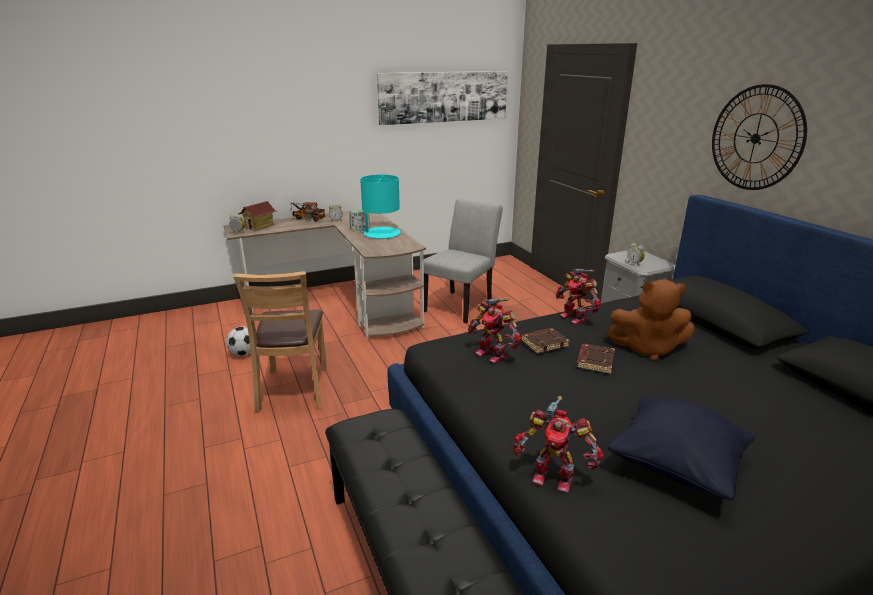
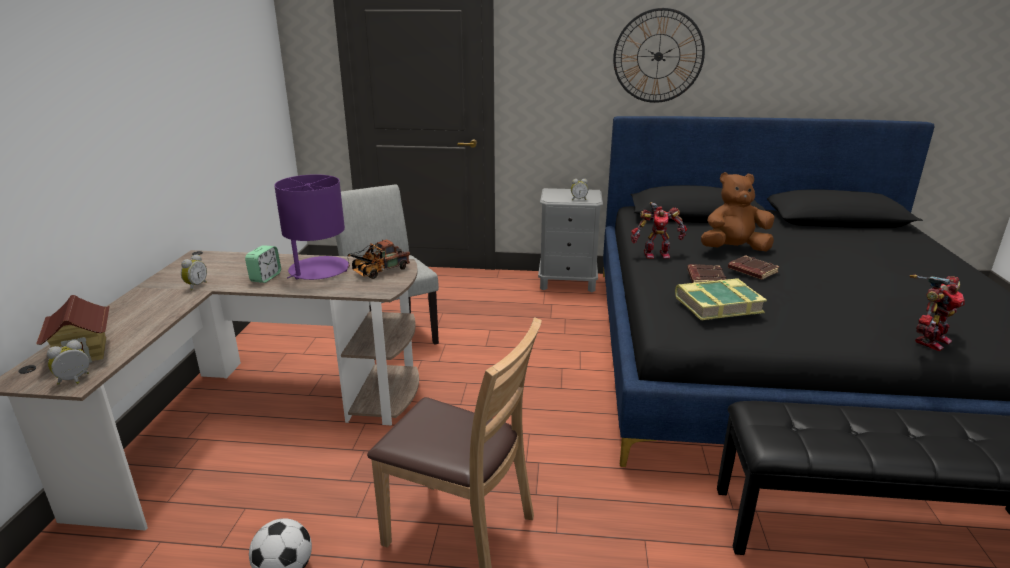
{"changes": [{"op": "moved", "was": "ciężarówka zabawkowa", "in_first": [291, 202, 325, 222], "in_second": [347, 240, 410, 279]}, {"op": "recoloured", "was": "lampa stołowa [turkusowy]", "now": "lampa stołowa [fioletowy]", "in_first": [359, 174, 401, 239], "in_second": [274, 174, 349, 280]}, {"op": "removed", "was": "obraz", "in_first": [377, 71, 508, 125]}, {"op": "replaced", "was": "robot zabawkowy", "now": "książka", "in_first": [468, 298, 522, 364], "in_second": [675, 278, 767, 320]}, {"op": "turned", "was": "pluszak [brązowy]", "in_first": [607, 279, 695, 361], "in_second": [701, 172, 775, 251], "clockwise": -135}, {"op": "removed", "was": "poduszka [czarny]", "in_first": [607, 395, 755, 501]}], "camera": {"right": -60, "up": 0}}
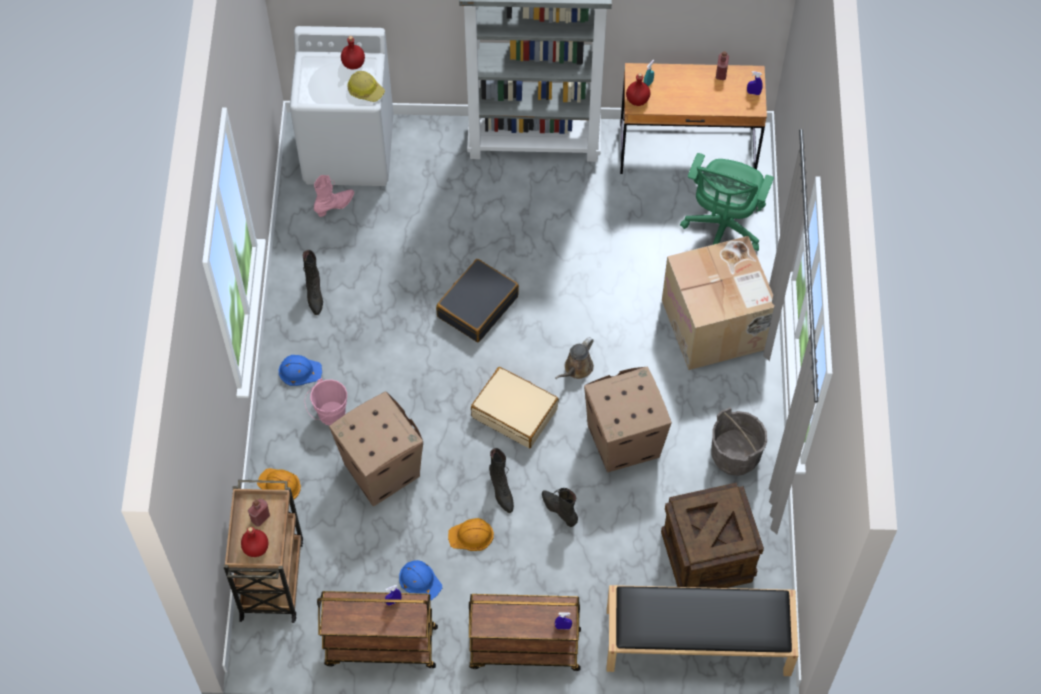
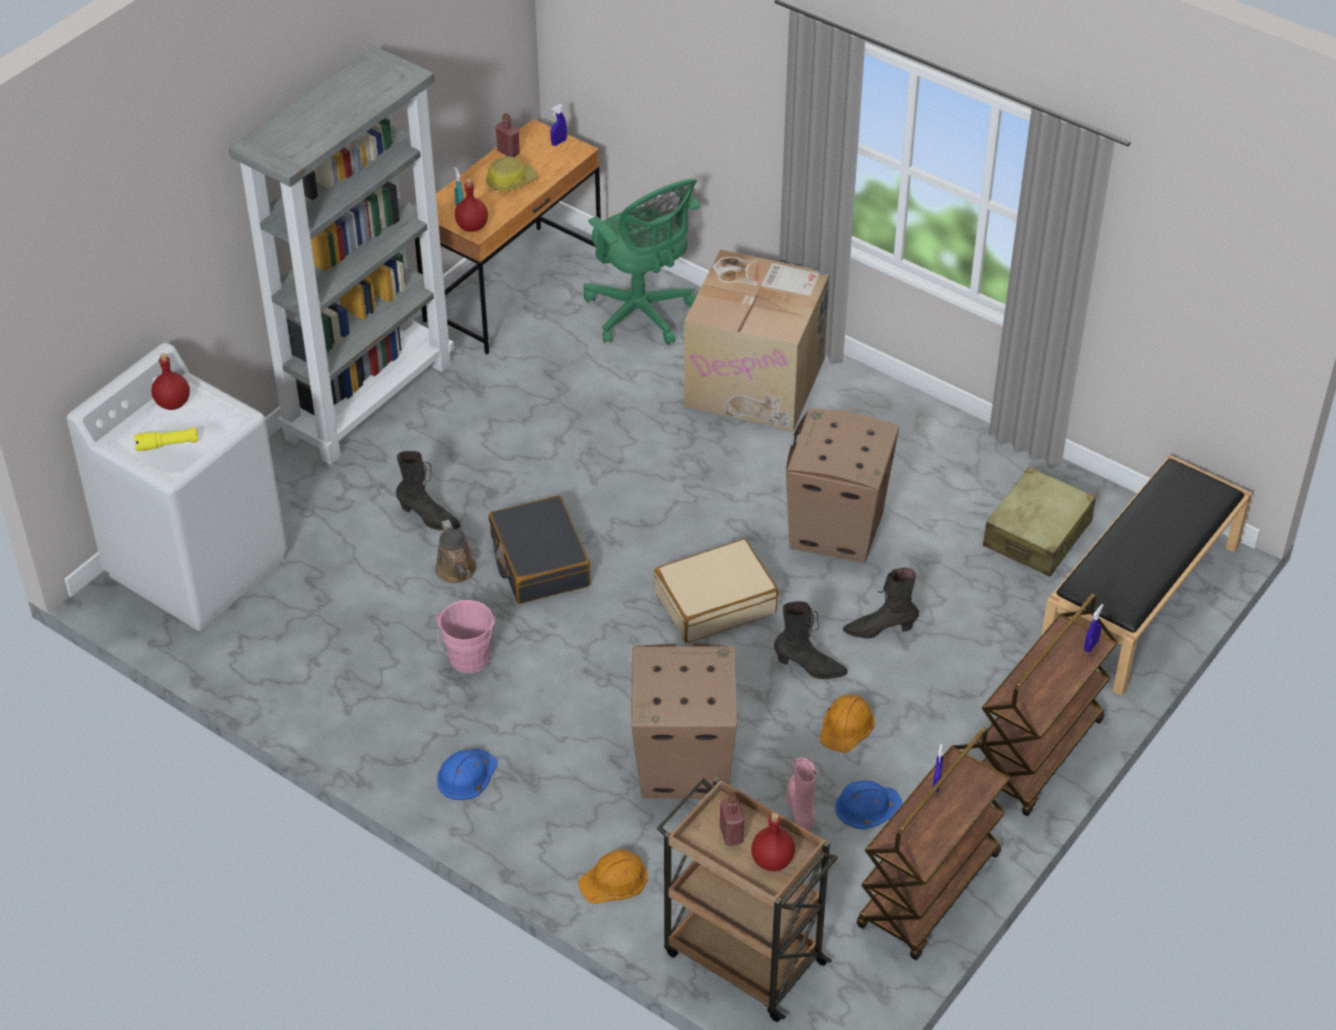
{"changes": [{"op": "moved", "was": "but z cholewką [czarny]", "in_first": [302, 250, 323, 315], "in_second": [396, 451, 461, 530]}, {"op": "moved", "was": "wiadro [różowy]", "in_first": [305, 378, 347, 426], "in_second": [436, 600, 495, 673]}, {"op": "moved", "was": "but z cholewką [różowy]", "in_first": [314, 175, 354, 217], "in_second": [786, 757, 817, 831]}, {"op": "moved", "was": "kask", "in_first": [347, 71, 385, 102], "in_second": [486, 156, 537, 191]}, {"op": "moved", "was": "konewka [brązowy]", "in_first": [555, 337, 594, 379], "in_second": [435, 520, 477, 583]}, {"op": "replaced", "was": "skrzynka", "now": "walizka [beżowy]", "in_first": [661, 483, 764, 588], "in_second": [983, 467, 1096, 577]}, {"op": "removed", "was": "wiadro [szary]", "in_first": [711, 407, 767, 476]}, {"op": "added", "now": "latarka [żółty]", "in_second": [134, 428, 198, 451]}], "camera": {"right": -55, "up": -15}}
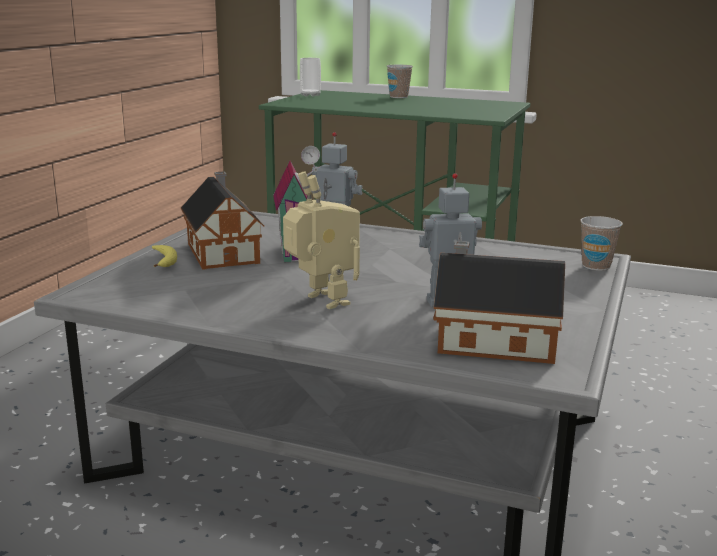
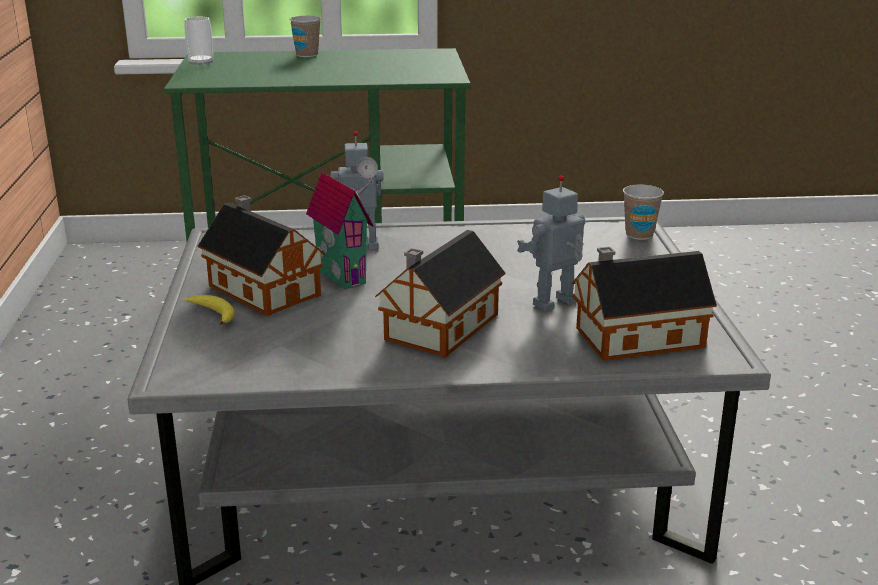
{"changes": [{"op": "replaced", "was": "robot zabawkowy", "now": "domek", "in_first": [283, 171, 360, 309], "in_second": [375, 230, 505, 357]}], "camera": {"right": -25, "up": 5}}
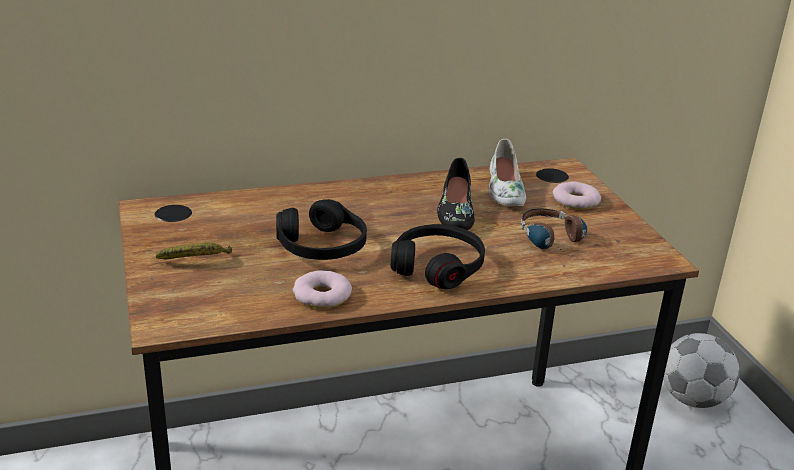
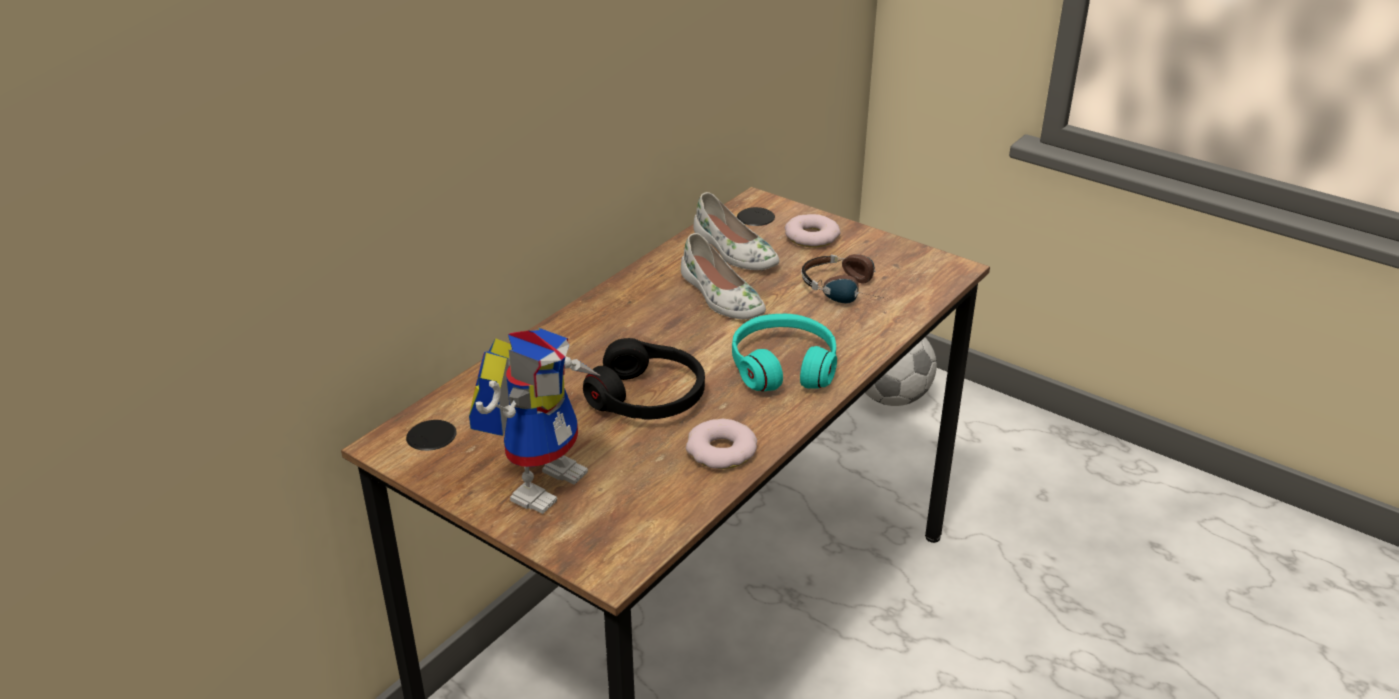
{"changes": [{"op": "replaced", "was": "banan", "now": "robot zabawkowy", "in_first": [156, 243, 232, 259], "in_second": [469, 328, 601, 514]}, {"op": "recoloured", "was": "słuchawki [czarny]", "now": "słuchawki [turkusowy]", "in_first": [391, 224, 485, 289], "in_second": [732, 314, 837, 392]}, {"op": "recoloured", "was": "but [czarny]", "now": "but [biały]", "in_first": [437, 158, 475, 230], "in_second": [681, 233, 766, 319]}], "camera": {"right": -35, "up": 5}}
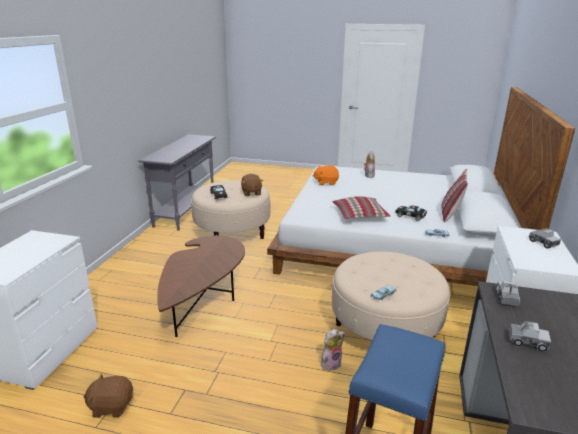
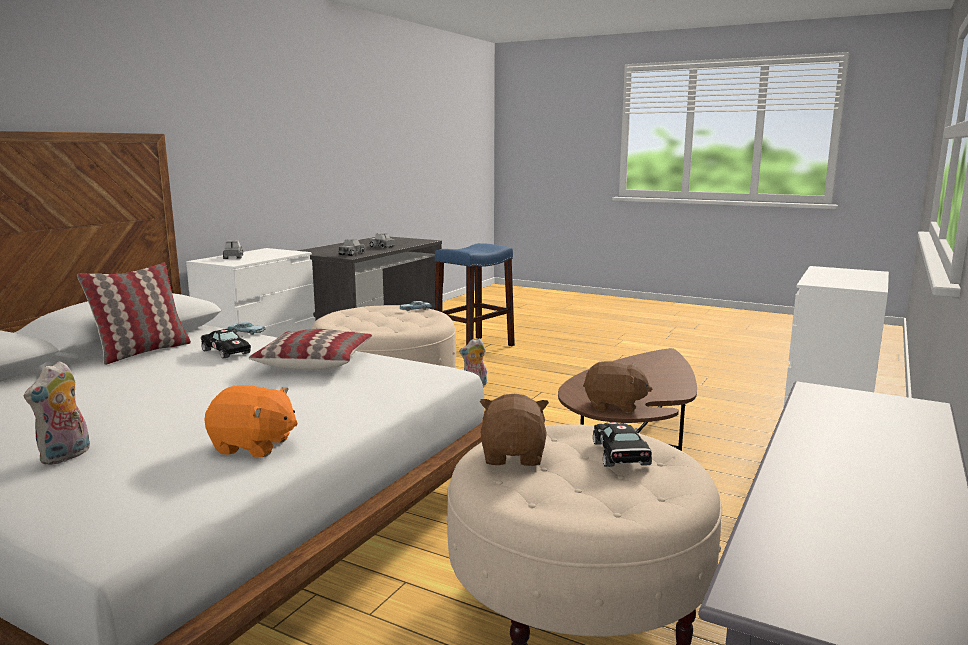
{"changes": [{"op": "moved", "was": "pluszak [brązowy]", "in_first": [83, 374, 133, 418], "in_second": [583, 361, 652, 413]}], "camera": {"right": -165, "up": -10}}
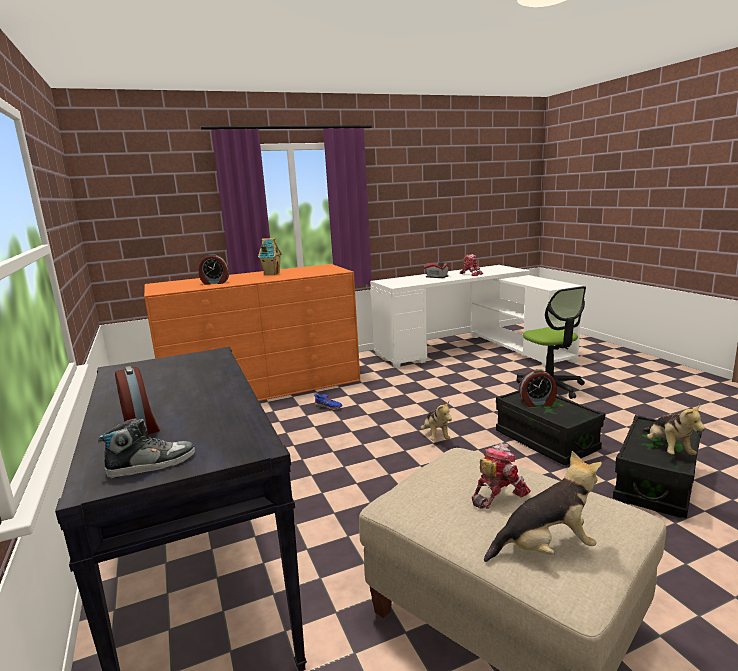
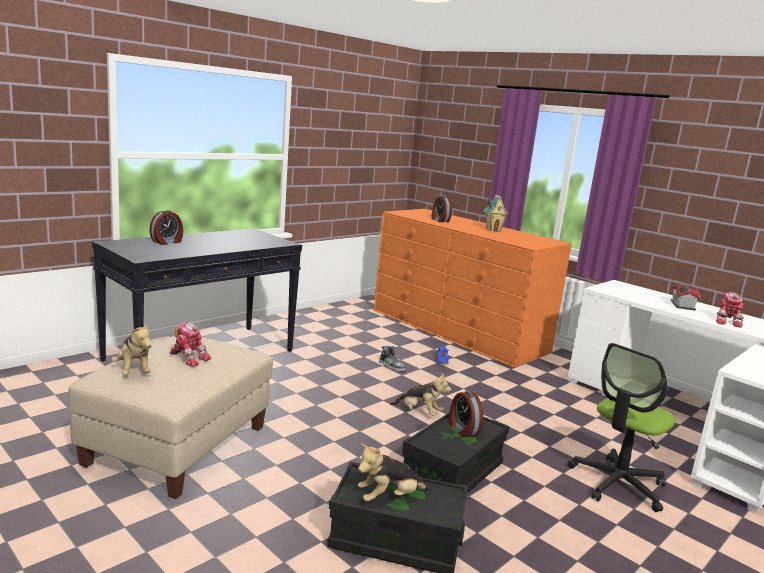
{"changes": [{"op": "moved", "was": "but", "in_first": [98, 419, 195, 478], "in_second": [379, 346, 406, 371]}, {"op": "turned", "was": "pluszak", "in_first": [420, 401, 452, 440], "in_second": [390, 373, 451, 416], "clockwise": -120}], "camera": {"right": 65, "up": 0}}
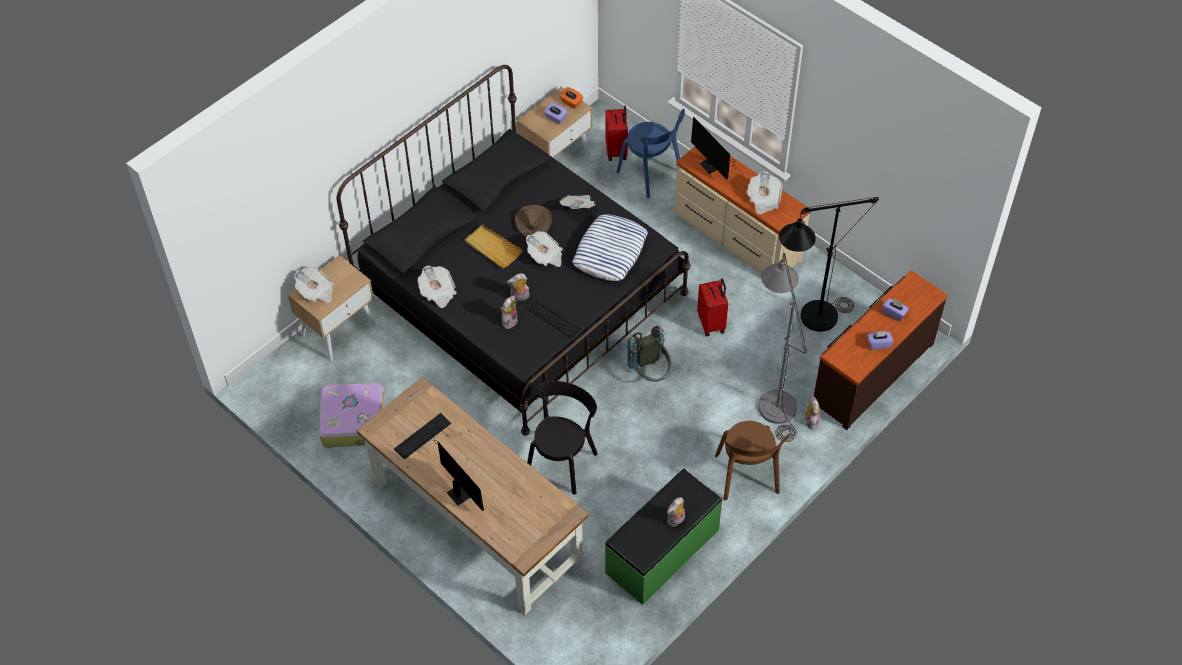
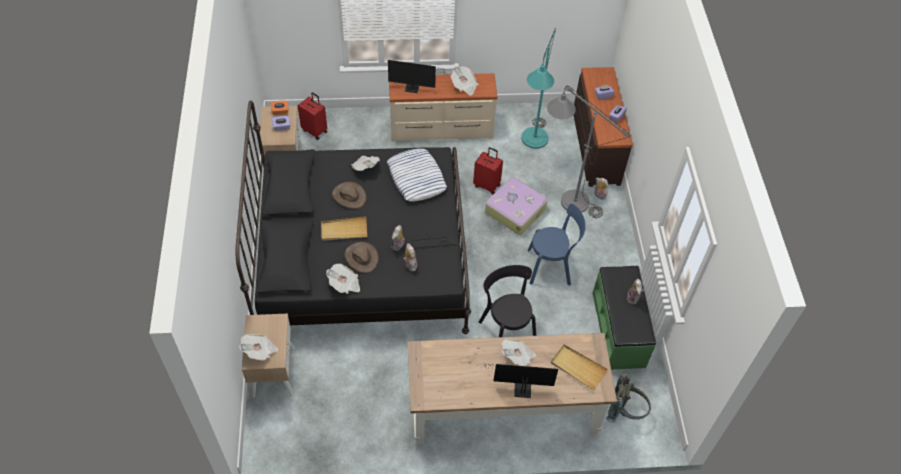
{"changes": [{"op": "moved", "was": "walizka", "in_first": [319, 382, 388, 448], "in_second": [485, 177, 547, 235]}, {"op": "removed", "was": "klawiatura", "in_first": [394, 413, 451, 460]}, {"op": "moved", "was": "gazeta", "in_first": [526, 231, 562, 267], "in_second": [502, 339, 536, 366]}, {"op": "moved", "was": "krzesło [niebieski]", "in_first": [616, 109, 685, 198], "in_second": [528, 204, 586, 286]}, {"op": "moved", "was": "plecak [szary]", "in_first": [625, 326, 672, 382], "in_second": [606, 374, 651, 423]}, {"op": "removed", "was": "krzesło [brązowy]", "in_first": [715, 421, 790, 500]}, {"op": "recoloured", "was": "lampa stojąca [czarny]", "now": "lampa stojąca [turkusowy]", "in_first": [779, 197, 879, 332], "in_second": [521, 28, 556, 149]}, {"op": "added", "now": "kapelusz [brązowy]", "in_second": [345, 242, 379, 273]}, {"op": "added", "now": "taca [beżowy]", "in_second": [551, 345, 608, 390]}], "camera": {"right": -50, "up": 0}}
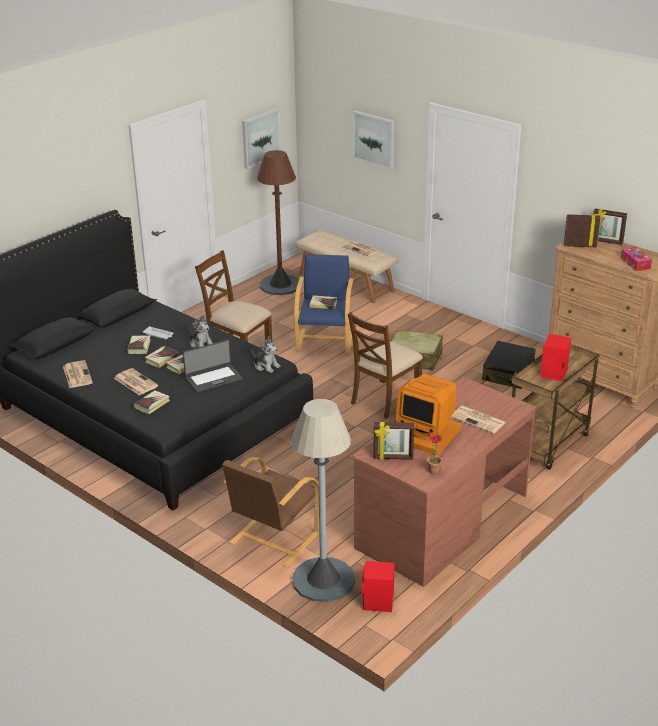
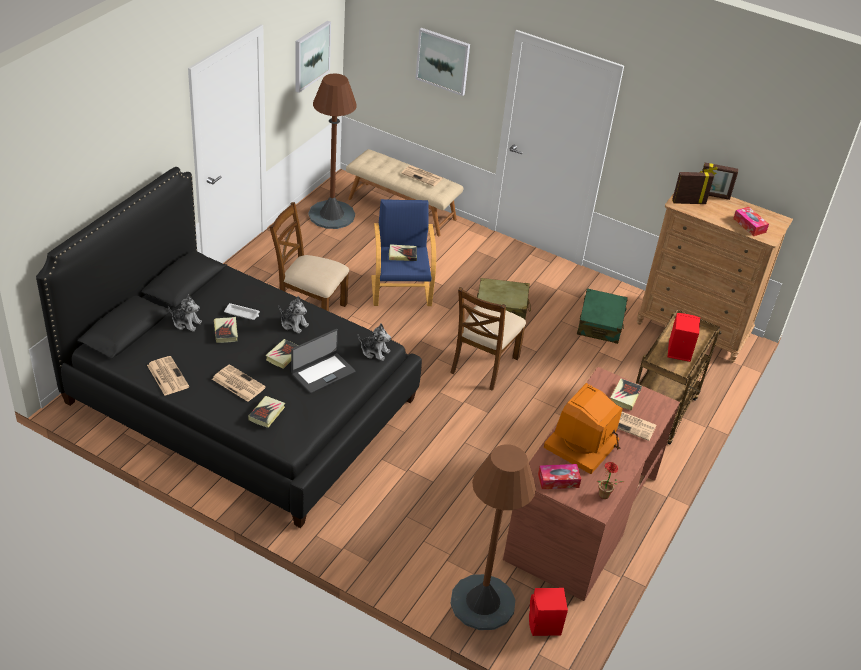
{"changes": [{"op": "moved", "was": "książka", "in_first": [145, 346, 179, 368], "in_second": [611, 378, 642, 411]}, {"op": "removed", "was": "fotel [brązowy]", "in_first": [222, 457, 319, 567]}, {"op": "recoloured", "was": "lampa stojąca [szary]", "now": "lampa stojąca [brązowy]", "in_first": [291, 399, 355, 602], "in_second": [450, 444, 536, 630]}, {"op": "replaced", "was": "ramka na zdjęcie", "now": "pudełko chusteczek", "in_first": [373, 422, 414, 460], "in_second": [538, 464, 581, 489]}, {"op": "turned", "was": "monitor", "in_first": [396, 373, 461, 456], "in_second": [544, 383, 623, 474], "clockwise": 105}, {"op": "recoloured", "was": "walizka [czarny]", "now": "walizka [zielony]", "in_first": [482, 341, 536, 389], "in_second": [577, 289, 628, 344]}, {"op": "added", "now": "pluszak", "in_second": [168, 294, 202, 332]}], "camera": {"right": -15, "up": 10}}
